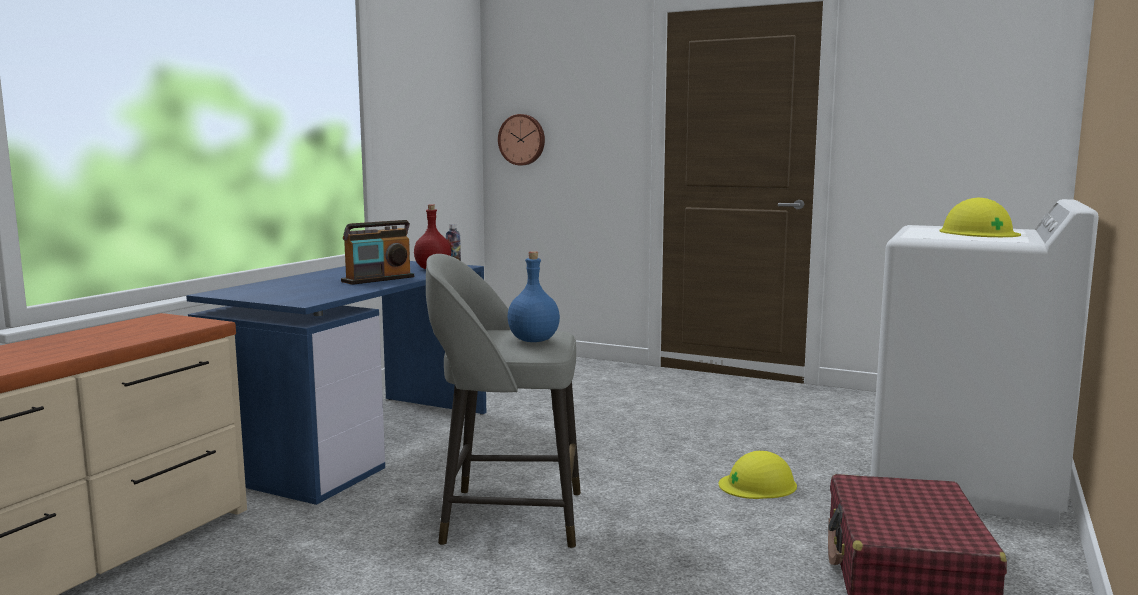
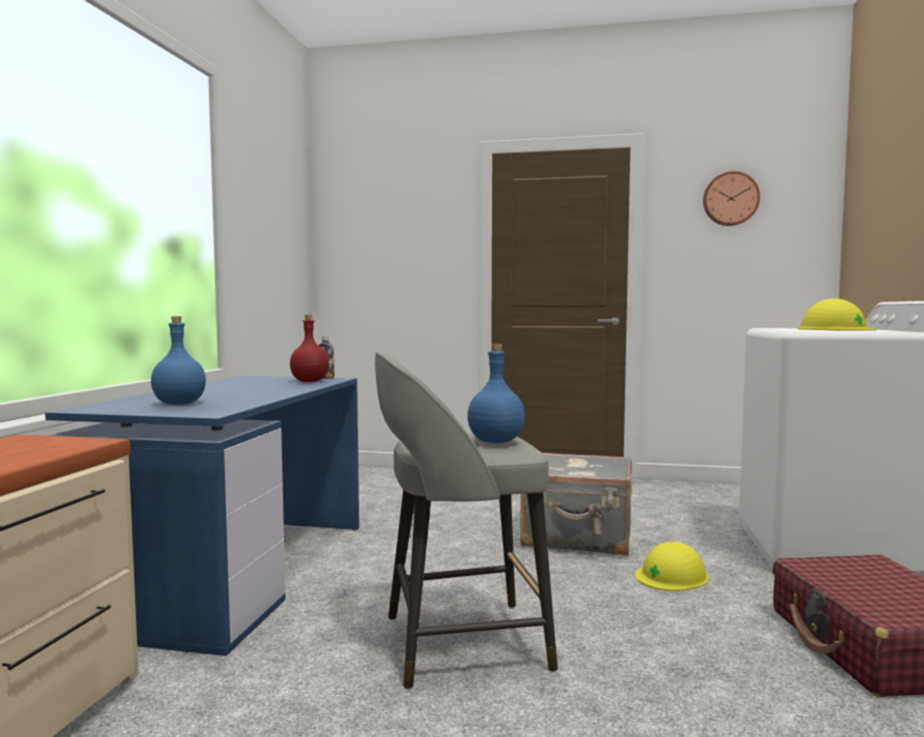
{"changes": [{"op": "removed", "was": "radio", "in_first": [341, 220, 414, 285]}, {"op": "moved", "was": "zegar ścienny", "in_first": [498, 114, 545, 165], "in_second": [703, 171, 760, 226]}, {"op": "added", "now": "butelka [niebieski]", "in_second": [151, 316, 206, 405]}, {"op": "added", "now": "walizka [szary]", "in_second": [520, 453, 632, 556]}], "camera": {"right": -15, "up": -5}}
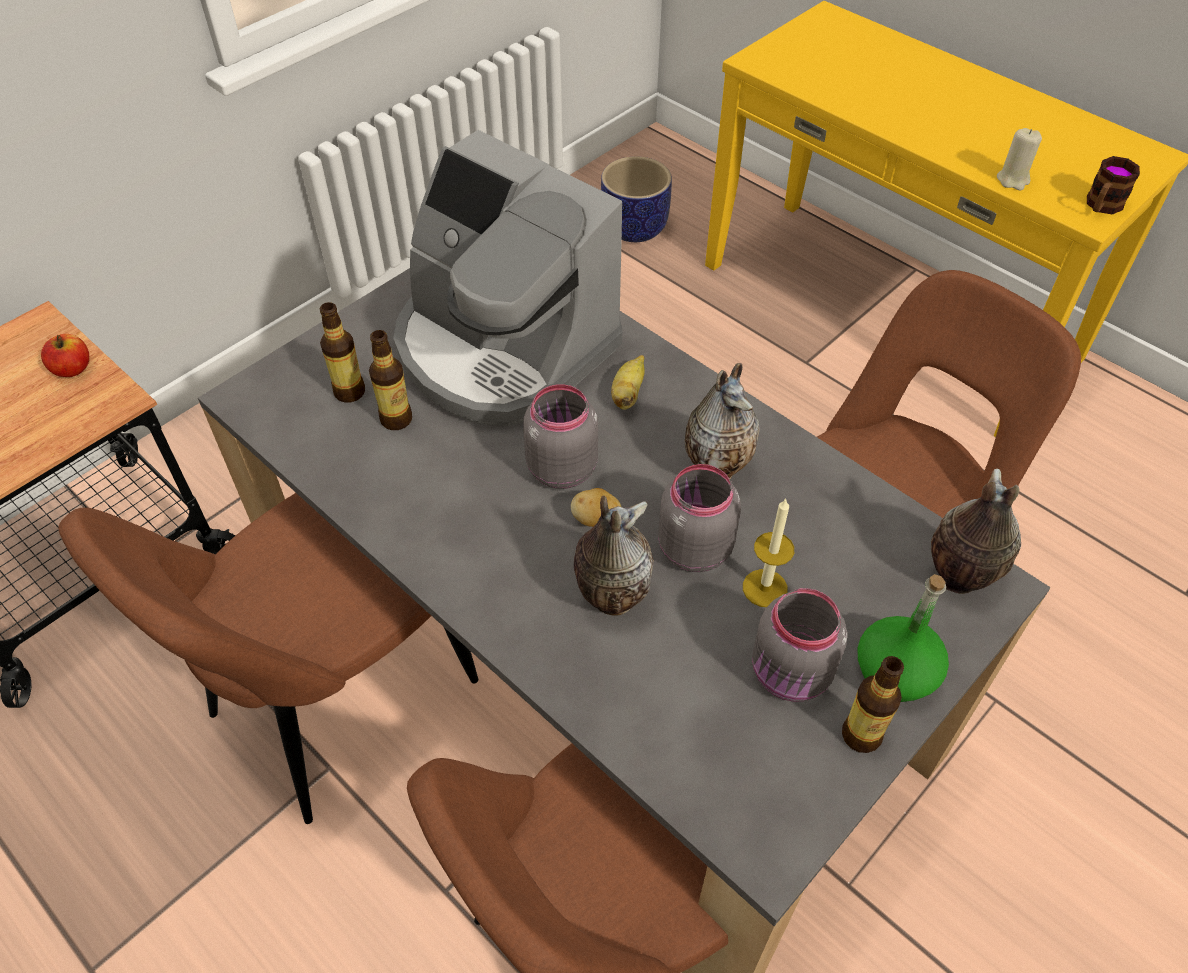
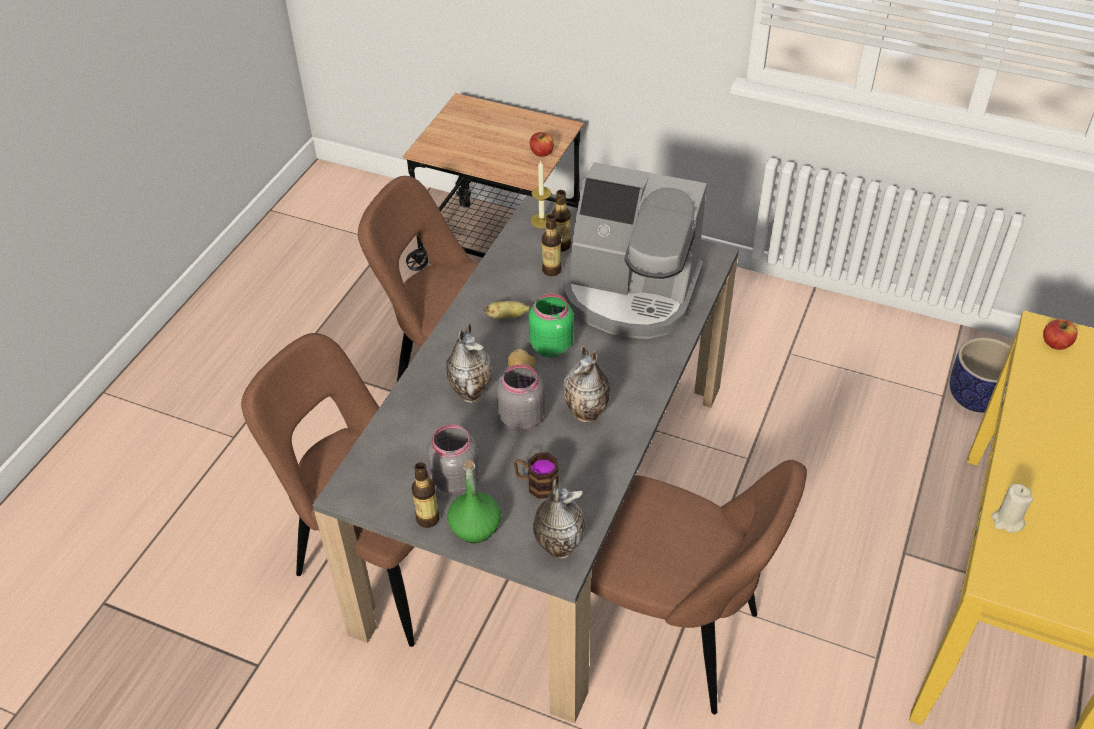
{"changes": [{"op": "turned", "was": "ekspres do kawy", "in_first": [393, 130, 622, 426], "in_second": [563, 162, 707, 339], "clockwise": -90}, {"op": "recoloured", "was": "słoik [szary]", "now": "słoik [zielony]", "in_first": [523, 384, 598, 489], "in_second": [529, 293, 574, 358]}, {"op": "moved", "was": "banan", "in_first": [611, 355, 645, 410], "in_second": [483, 301, 530, 318]}, {"op": "moved", "was": "świeca", "in_first": [743, 498, 794, 607], "in_second": [531, 160, 551, 228]}, {"op": "moved", "was": "kubek", "in_first": [1087, 156, 1140, 215], "in_second": [514, 452, 559, 499]}, {"op": "added", "now": "jabłko", "in_second": [1043, 319, 1078, 350]}], "camera": {"right": 70, "up": -5}}
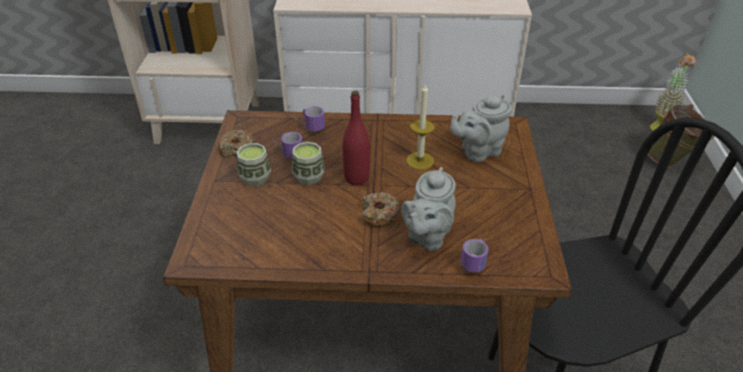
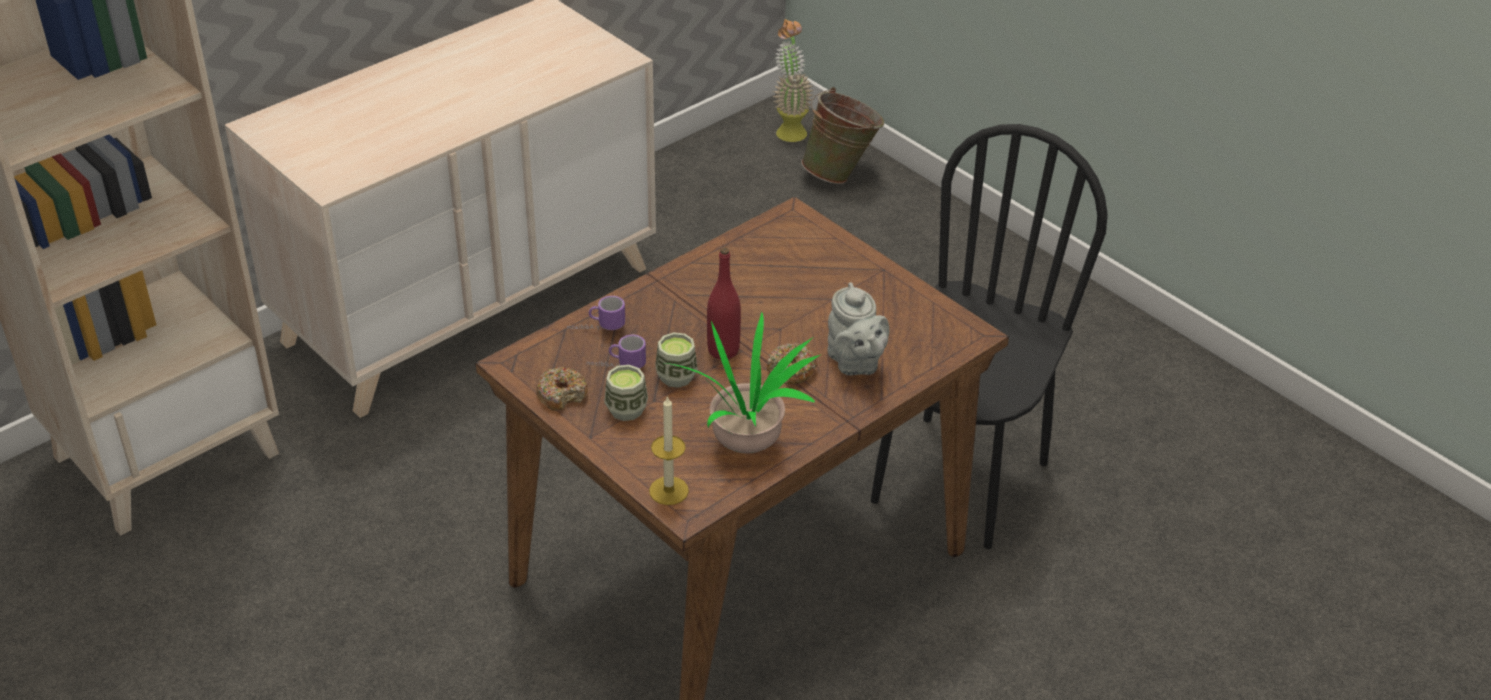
{"changes": [{"op": "moved", "was": "świeca", "in_first": [406, 84, 435, 170], "in_second": [649, 395, 689, 505]}, {"op": "removed", "was": "imbryk [szary]", "in_first": [450, 94, 512, 162]}, {"op": "removed", "was": "kubek", "in_first": [461, 239, 488, 272]}, {"op": "added", "now": "roślina doniczkowa", "in_second": [665, 312, 820, 454]}], "camera": {"right": -45, "up": 0}}
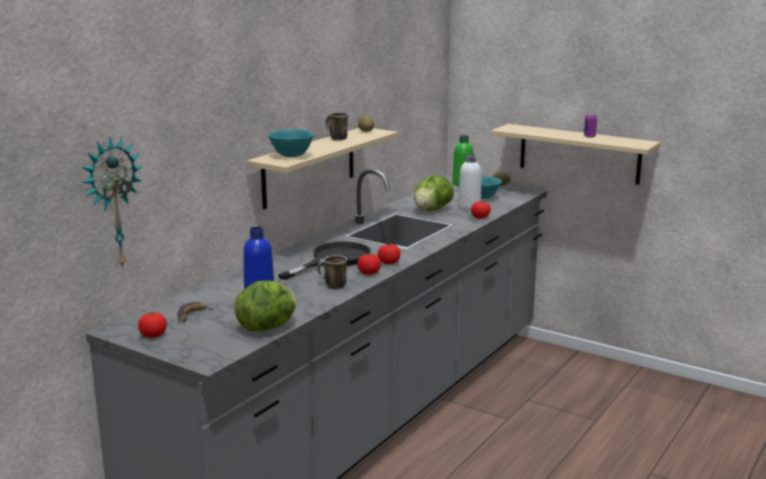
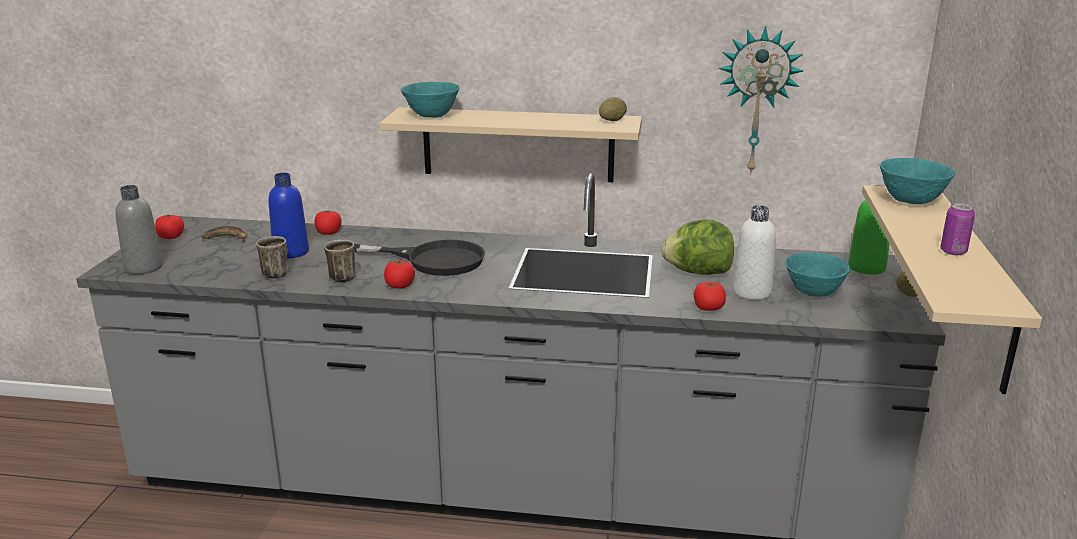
{"changes": [{"op": "moved", "was": "zegar ścienny", "in_first": [82, 137, 143, 269], "in_second": [718, 26, 804, 175]}, {"op": "removed", "was": "sałata", "in_first": [235, 281, 296, 331]}, {"op": "moved", "was": "kubek", "in_first": [325, 112, 348, 140], "in_second": [256, 236, 288, 279]}, {"op": "moved", "was": "pomidor", "in_first": [378, 244, 401, 264], "in_second": [314, 210, 342, 235]}, {"op": "added", "now": "butelka [szary]", "in_second": [115, 185, 163, 274]}, {"op": "added", "now": "miska [turkusowy]", "in_second": [879, 158, 955, 204]}], "camera": {"right": 65, "up": 5}}
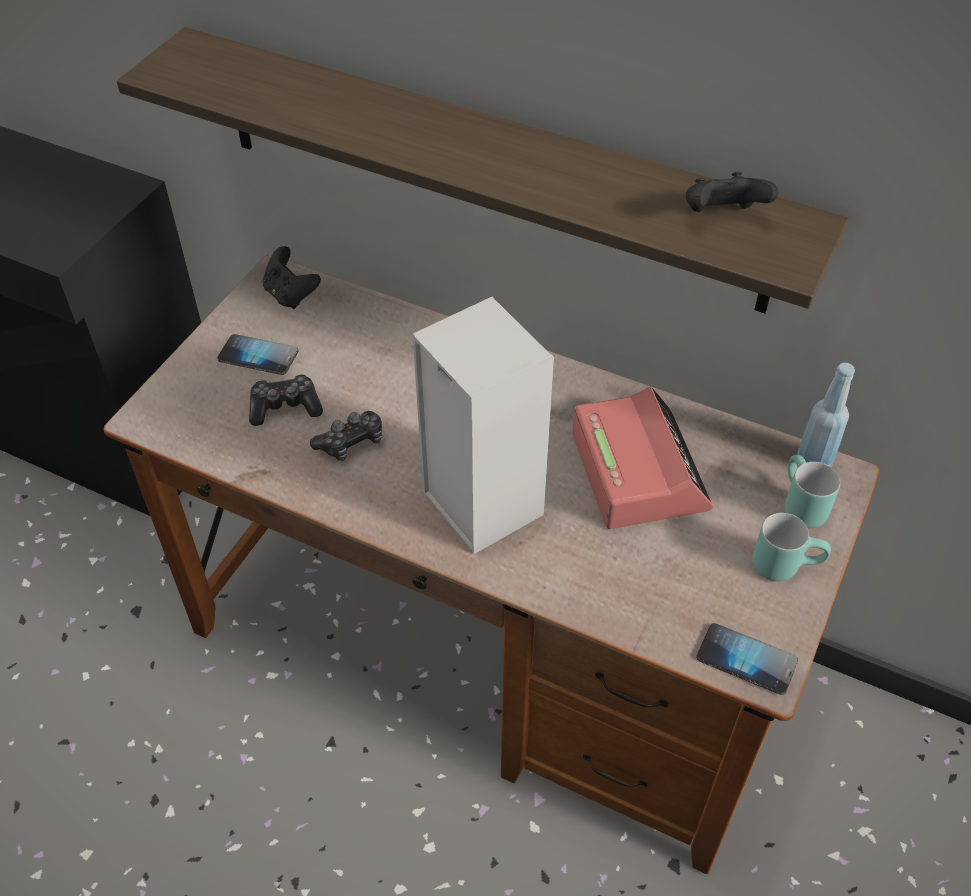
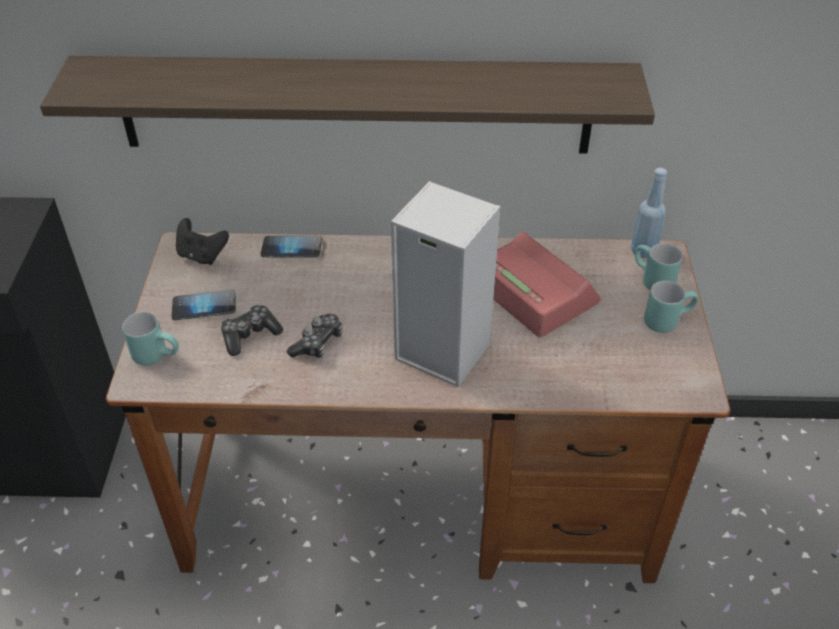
{"changes": [{"op": "removed", "was": "pad do gier [czarny]", "in_first": [686, 172, 778, 212]}, {"op": "moved", "was": "telefon", "in_first": [696, 623, 798, 695], "in_second": [261, 236, 322, 257]}, {"op": "added", "now": "kubek [turkusowy]", "in_second": [122, 312, 179, 365]}], "camera": {"right": -25, "up": -5}}
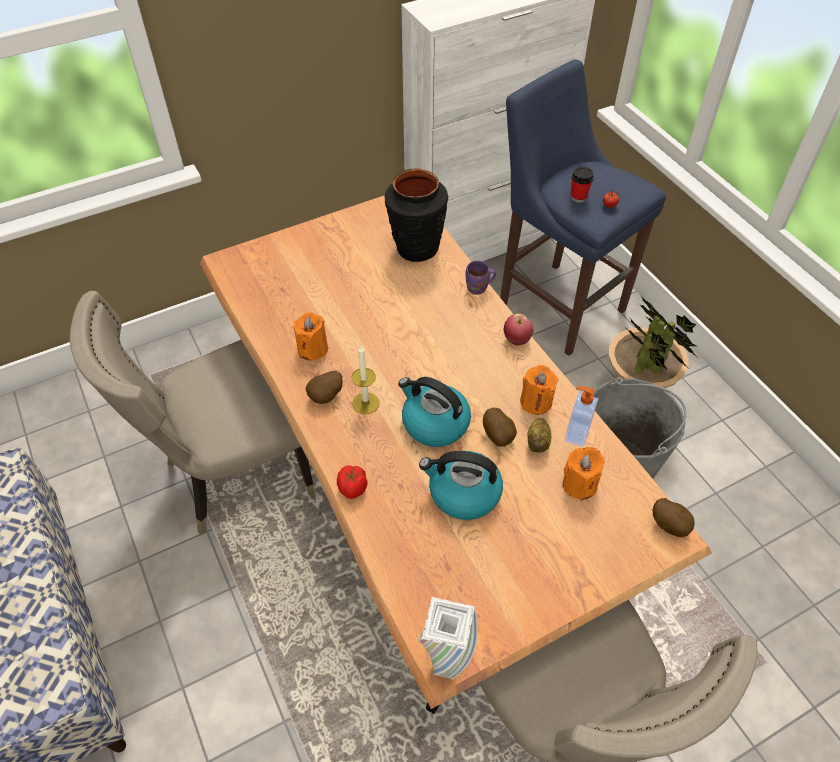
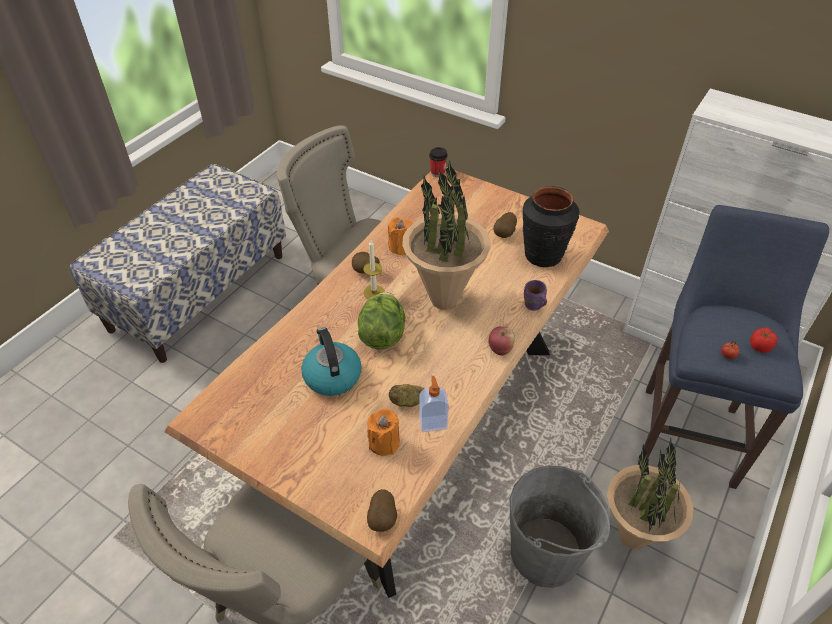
{"changes": [{"op": "moved", "was": "pomidor", "in_first": [337, 465, 368, 499], "in_second": [750, 328, 778, 353]}, {"op": "replaced", "was": "czajnik", "now": "sałata", "in_first": [398, 377, 471, 447], "in_second": [358, 292, 405, 350]}, {"op": "removed", "was": "wazon [biały]", "in_first": [418, 597, 478, 679]}, {"op": "moved", "was": "ziemniak", "in_first": [483, 408, 517, 447], "in_second": [493, 212, 517, 238]}, {"op": "removed", "was": "świeca [pomarańczowy]", "in_first": [520, 365, 558, 415]}, {"op": "moved", "was": "filiżanka", "in_first": [570, 167, 594, 203], "in_second": [429, 147, 448, 177]}, {"op": "added", "now": "roślina doniczkowa", "in_second": [402, 160, 491, 310]}], "camera": {"right": 60, "up": -5}}
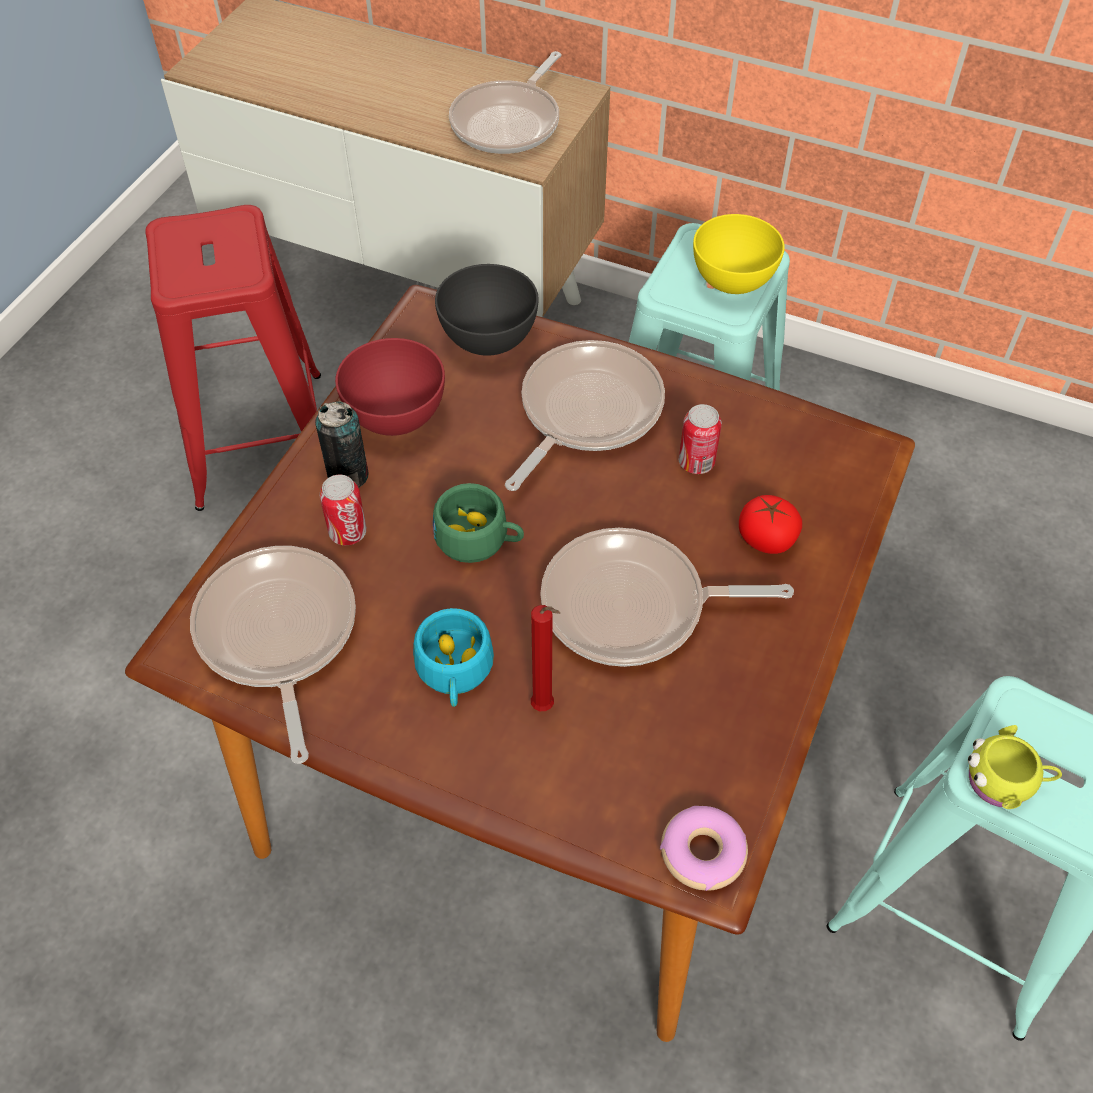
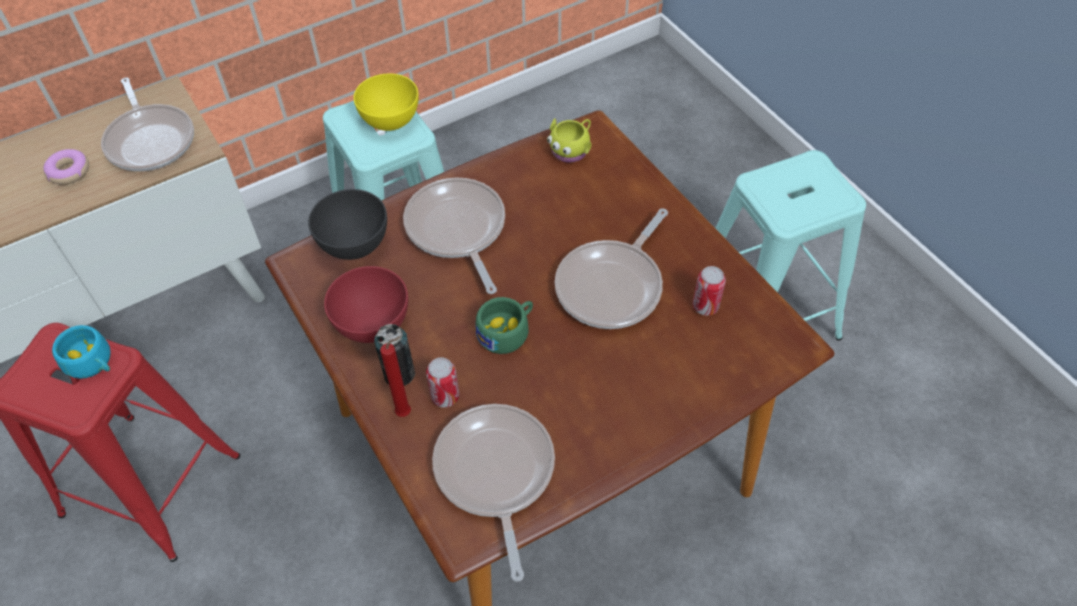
{"changes": [{"op": "turned", "was": "patelnia", "in_first": [190, 546, 356, 764], "in_second": [432, 404, 555, 581], "clockwise": 60}, {"op": "moved", "was": "filiżanka [turkusowy]", "in_first": [413, 608, 494, 707], "in_second": [52, 325, 111, 379]}, {"op": "moved", "was": "świeca [czerwony]", "in_first": [531, 605, 560, 711], "in_second": [380, 336, 411, 417]}, {"op": "moved", "was": "donut", "in_first": [660, 806, 748, 891], "in_second": [43, 149, 89, 185]}, {"op": "moved", "was": "puszka", "in_first": [679, 404, 722, 474], "in_second": [692, 266, 726, 315]}, {"op": "removed", "was": "pomidor", "in_first": [739, 495, 802, 554]}, {"op": "moved", "was": "kubek [żółty]", "in_first": [968, 725, 1062, 809], "in_second": [547, 119, 591, 162]}], "camera": {"right": -55, "up": 0}}
